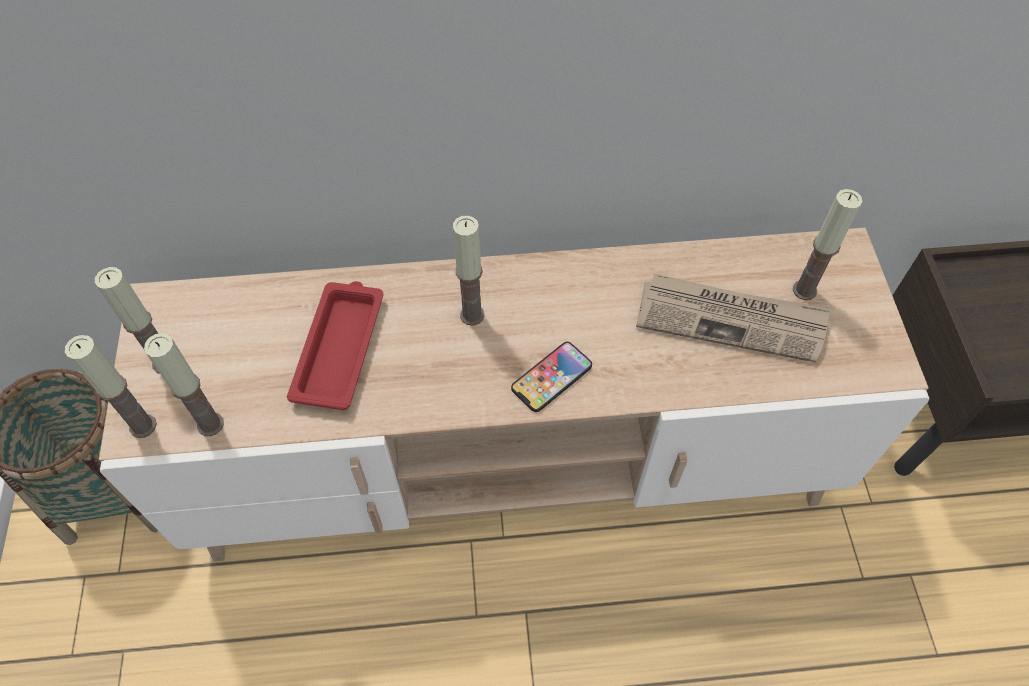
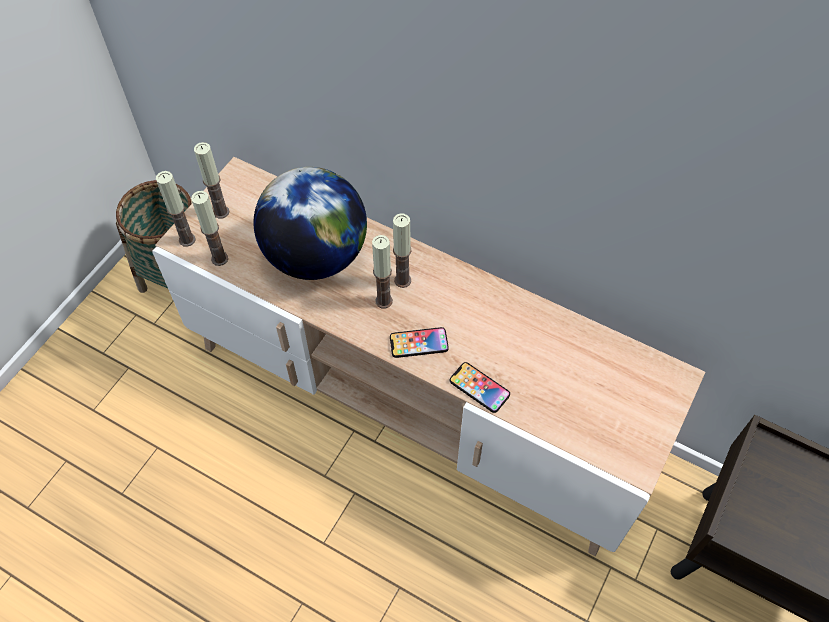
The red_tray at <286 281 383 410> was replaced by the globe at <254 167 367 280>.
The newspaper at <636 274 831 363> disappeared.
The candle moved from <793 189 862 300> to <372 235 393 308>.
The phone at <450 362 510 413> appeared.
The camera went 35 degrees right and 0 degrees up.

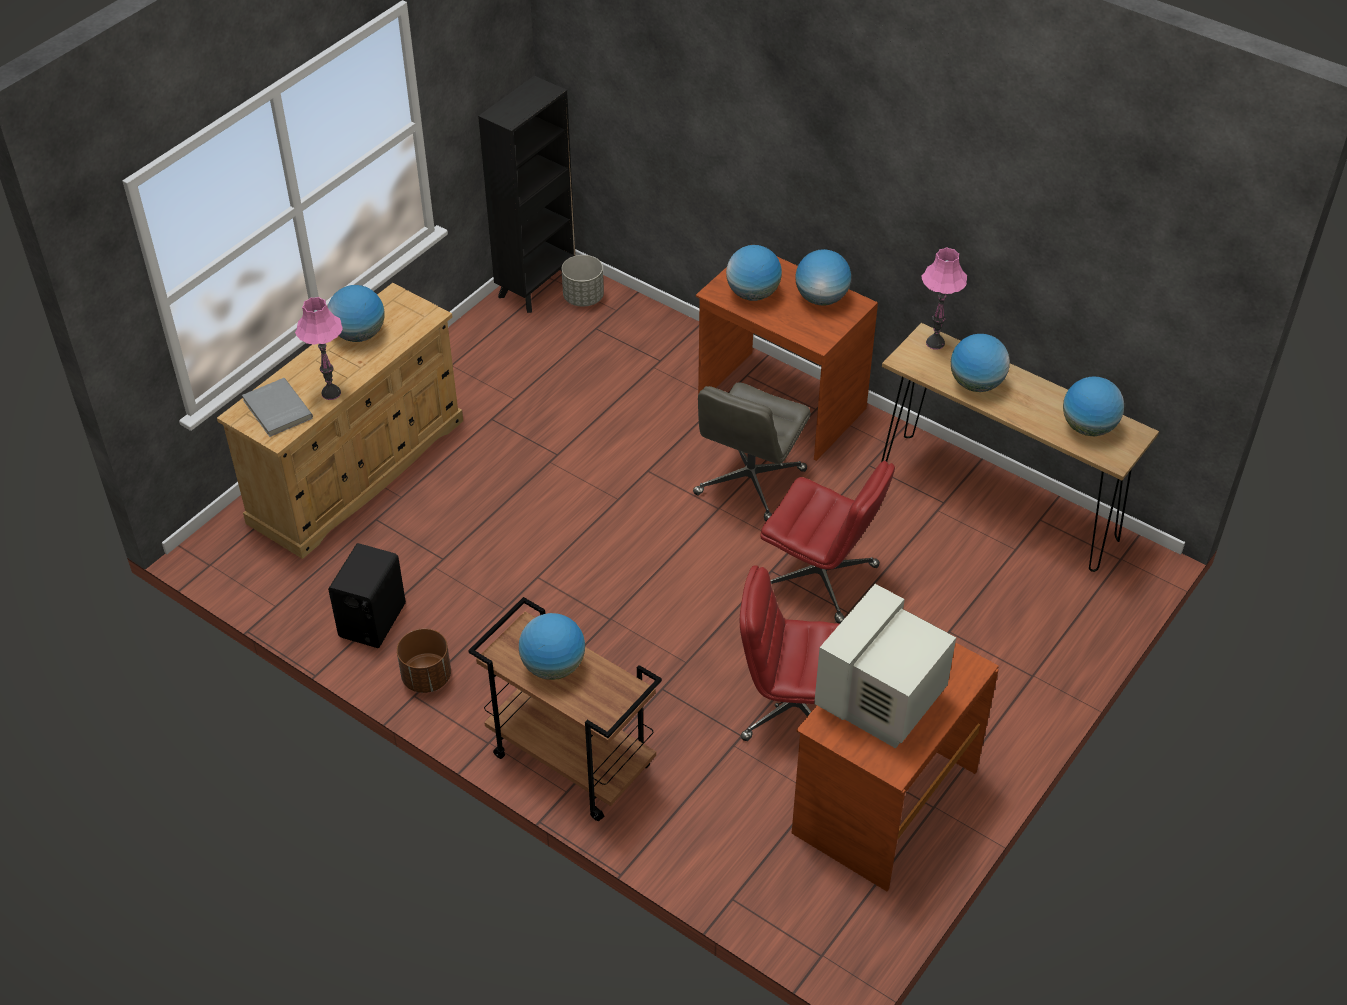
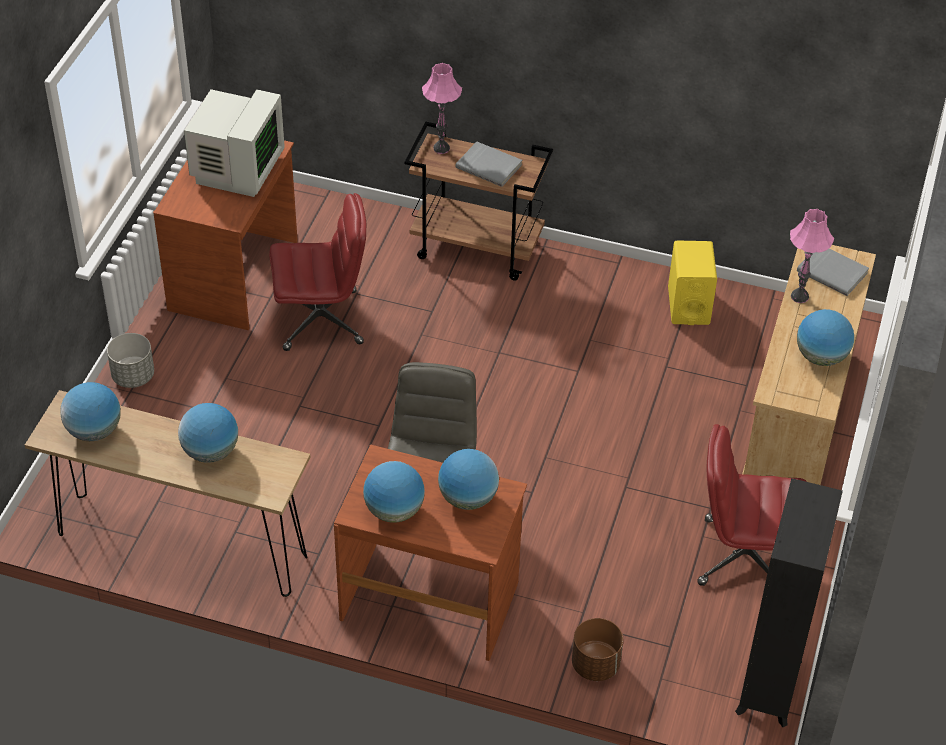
The black_speaker at <328 543 406 648> became the yellow_speaker at <668 240 717 325>.
The brown_planter moved from <397 629 451 693> to <572 618 623 681>.
The globe at <519 613 585 680> was replaced by the grey_book at <456 142 522 187>.
The grey_planter moved from <562 255 604 306> to <107 333 154 388>.
The red_office_chair moved from <760 461 895 624> to <698 424 807 586>.
The pink_table_lamp moved from <921 247 967 350> to <422 63 462 154>.
The camera went 160 degrees right and 0 degrees up.

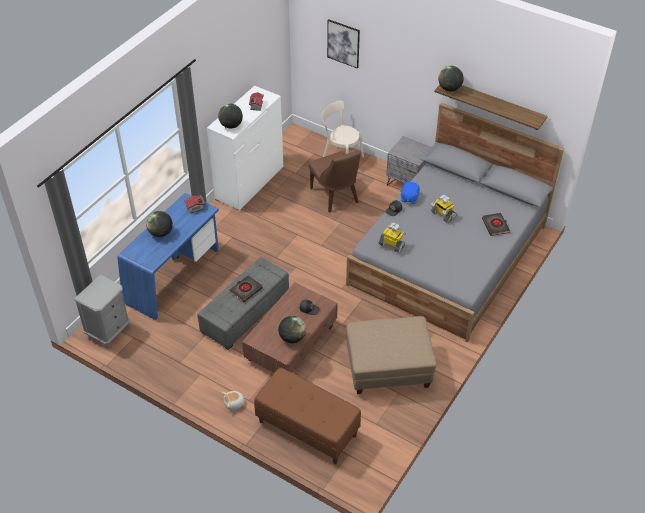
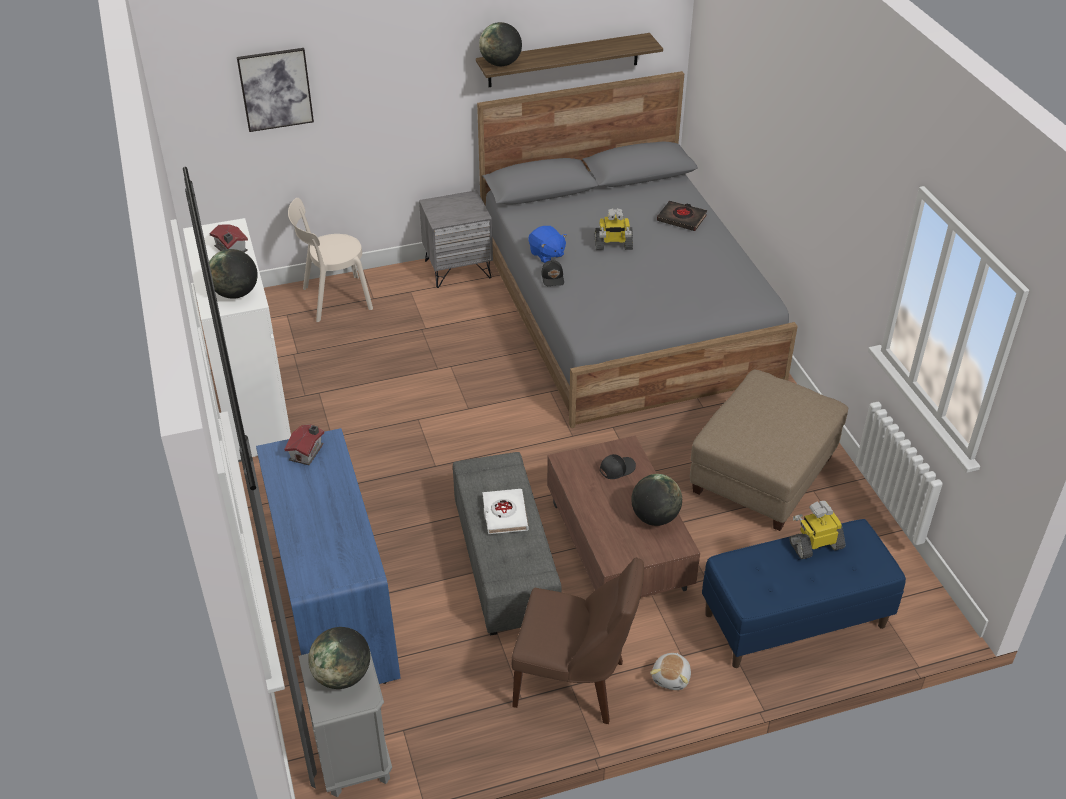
The globe moved from <146 211 173 237> to <308 627 370 689>.
The black_book at <230 275 263 303> became the white_book at <482 489 529 534>.
The brown_bench at <254 367 361 464> became the blue_bench at <702 519 906 668>.
The brown_chair moved from <309 150 361 213> to <512 557 644 724>.
The toy_robot moved from <379 223 406 253> to <789 501 846 559>.
The camera went 50 degrees left and 5 degrees down.

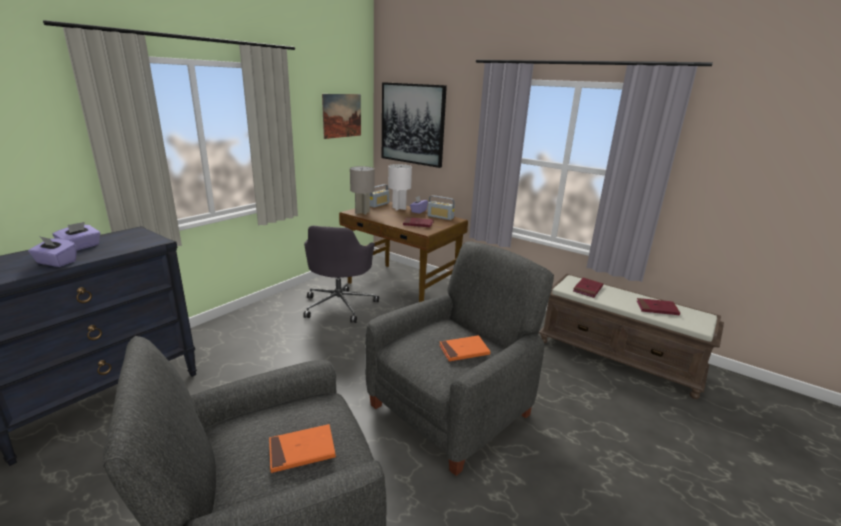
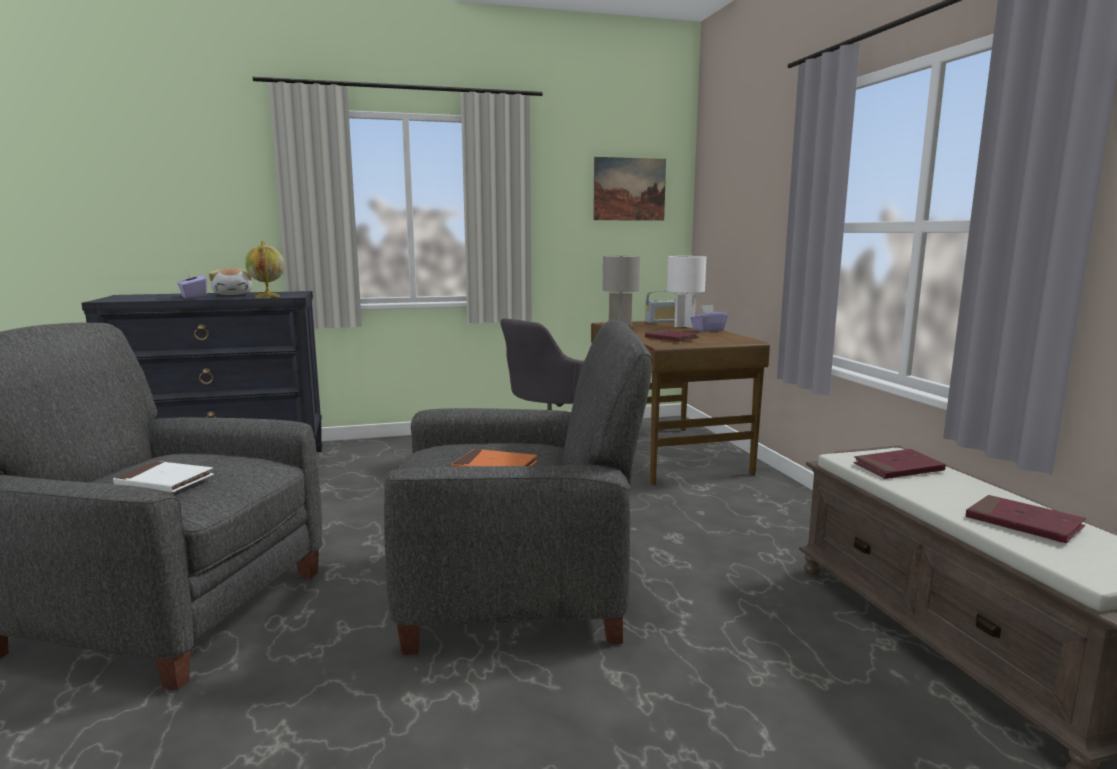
The purple_tissue_box at <53 222 101 251> was replaced by the plush_toy at <209 267 252 295>.
The orange_book at <269 424 336 473> became the white_book at <113 461 214 493>.
The picture at <382 82 447 168> disappeared.
The radio at <427 195 455 220> disappeared.
The globe at <245 240 285 298> appeared.
The camera went 40 degrees right and 10 degrees down.

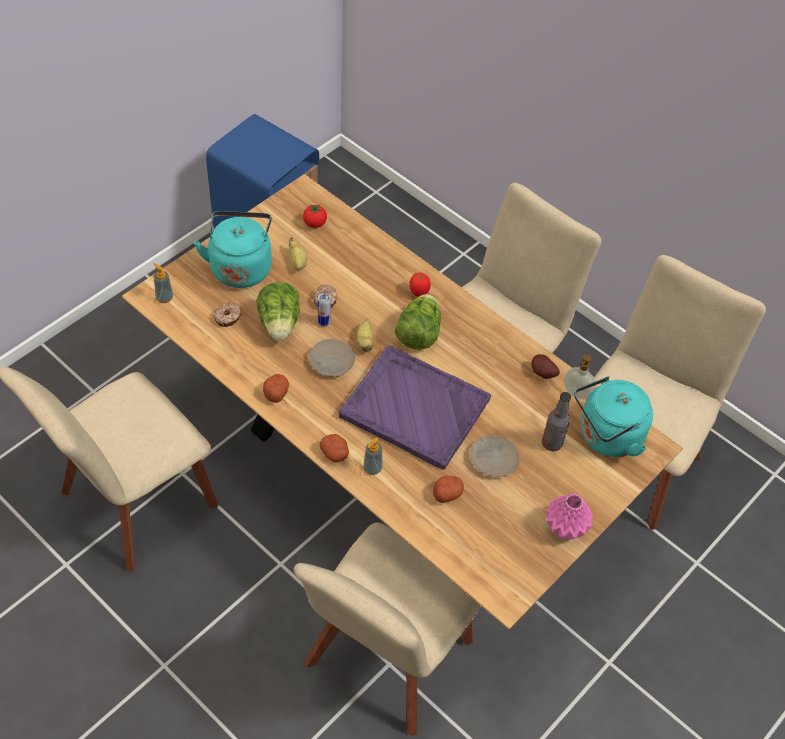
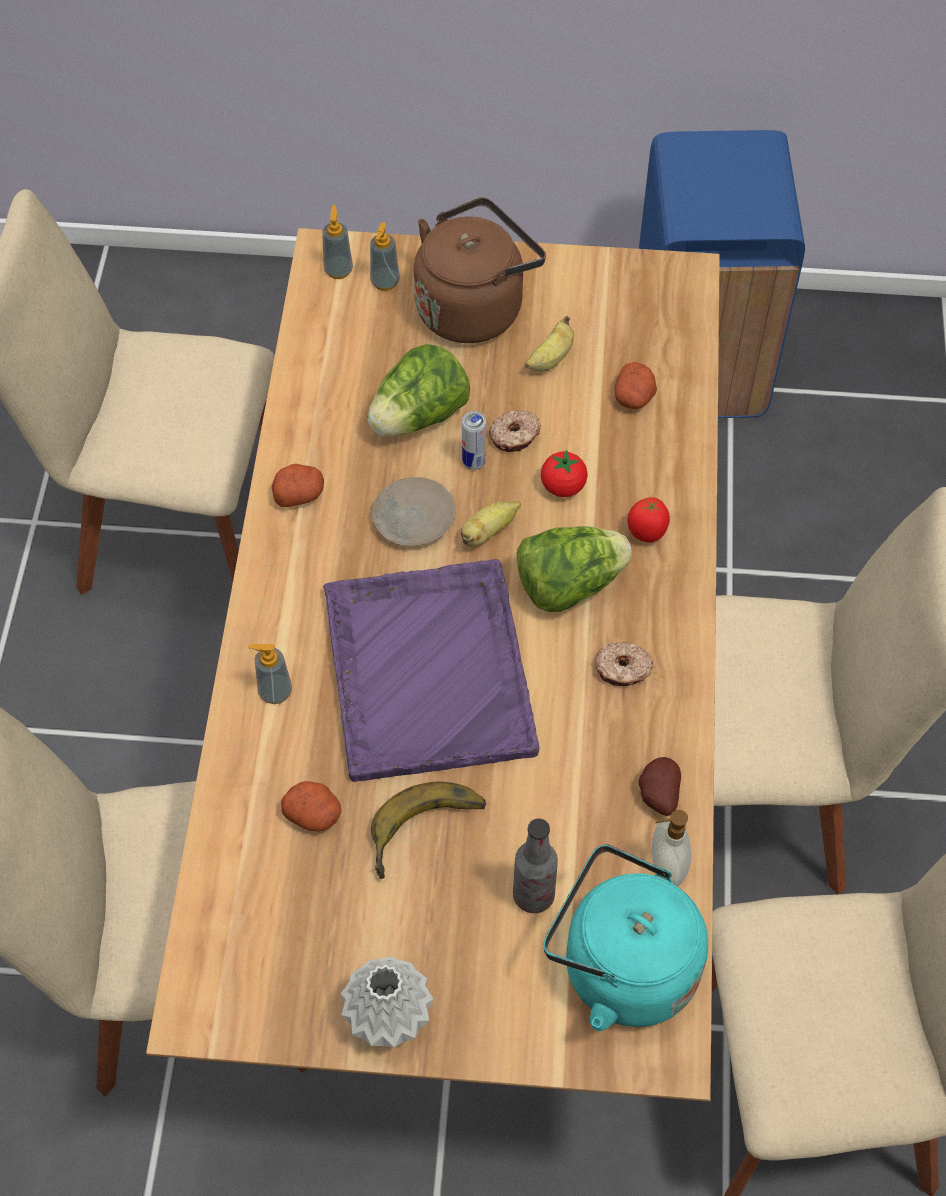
The turquoise_kettle at <194 211 272 288> became the brown_kettle at <414 197 546 343>.
The donut moved from <213 303 242 327> to <595 642 653 686>.
The tomato moved from <303 204 327 228> to <541 450 588 497>.
The potato moved from <320 434 349 462> to <615 362 657 409>.
The beige_plate at <470 436 520 477> was replaced by the banana at <371 782 486 879>.
The pink_vase at <546 494 593 540> became the grey_vase at <341 957 434 1047>.
The soap_dispenser at <370 222 400 291> appeared.
The camera went 55 degrees right and 5 degrees up.

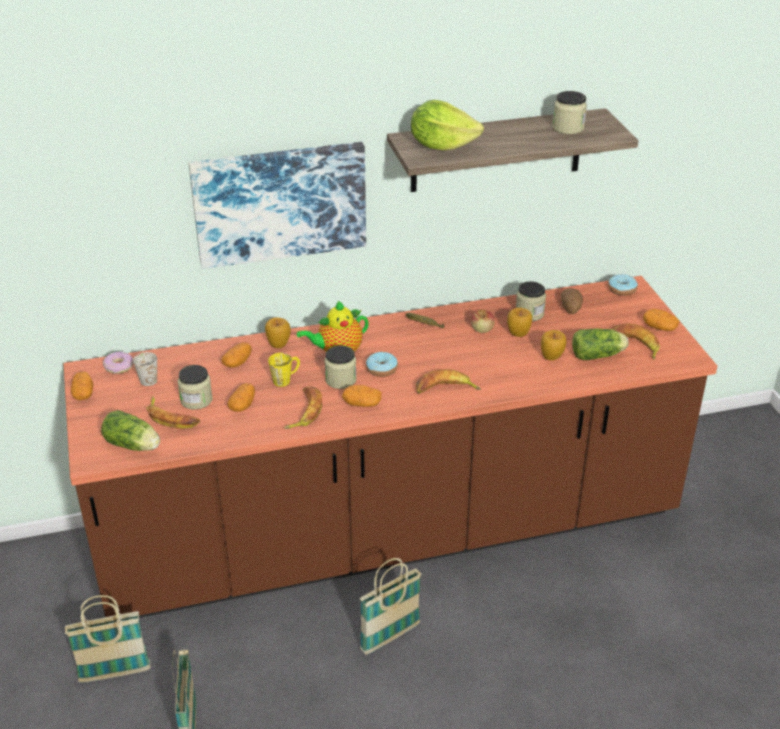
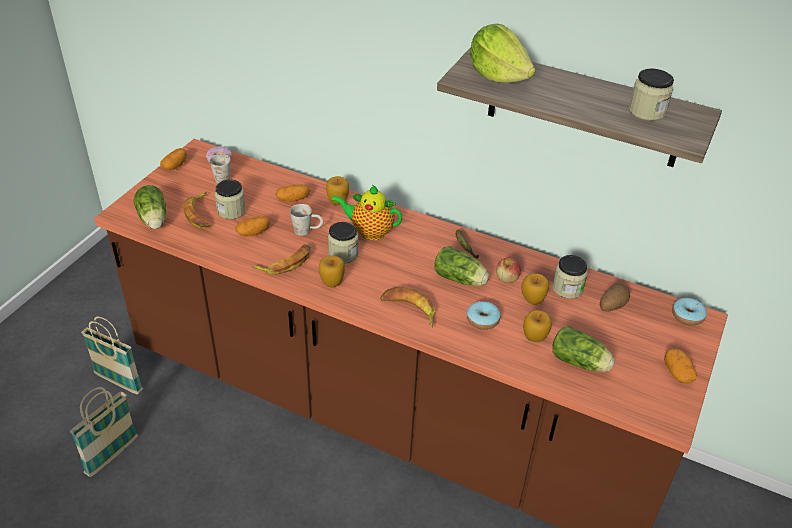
The picture at <189 142 366 269> disappeared.
The yellow_mug at <268 353 300 387> became the white_mug at <290 204 323 236>.
The potato at <342 385 381 407> was replaced by the apple at <319 256 345 287>.
The basket at <360 558 421 655> disappeared.
The donut moved from <366 352 398 377> to <467 301 501 330>.
The banana at <612 323 660 360> disappeared.
The lettuce at <434 246 489 286> appeared.
The camera went 40 degrees right and 5 degrees up.

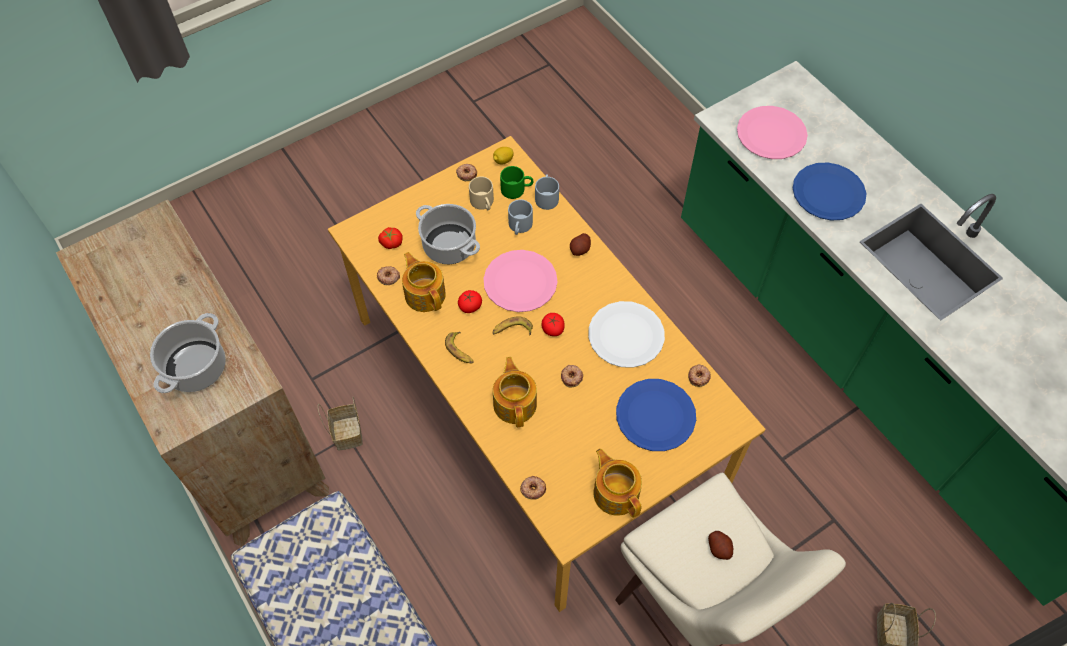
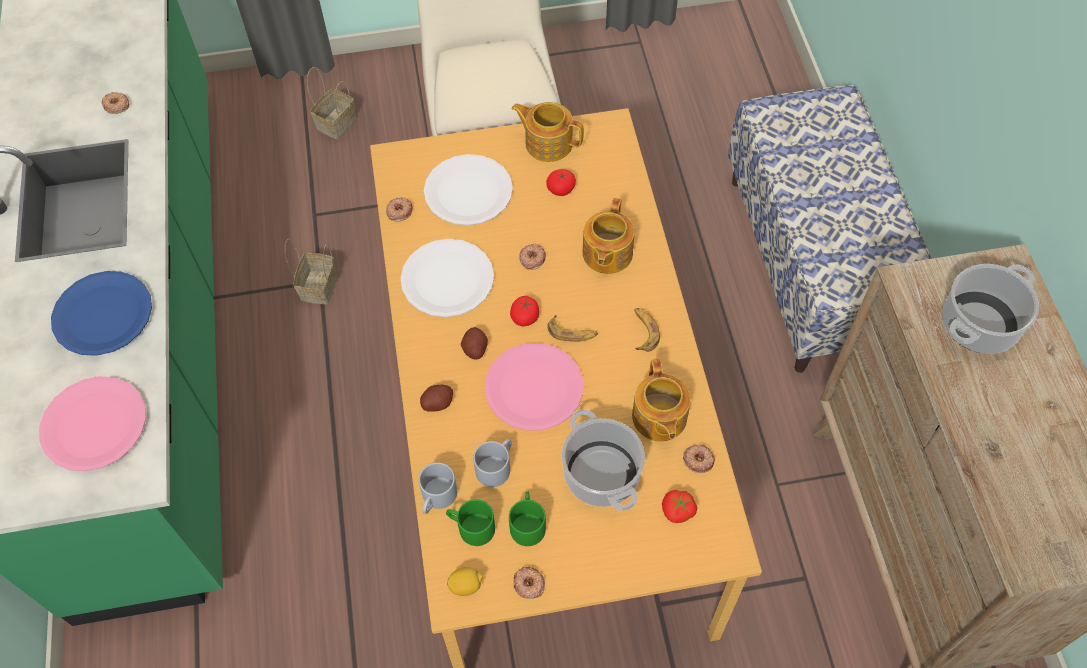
The basket moved from <318 397 363 450> to <285 238 337 304>.
The tomato moved from <458 290 482 313> to <546 169 576 196>.
The beige_mug at <469 176 494 210> became the green_mug at <509 492 546 546>.
The donut moved from <520 476 546 500> to <101 92 129 114>.
The teapot at <593 449 642 518> turned 120 degrees clockwise.
The blue_plate at <616 379 696 451> became the white_plate at <424 154 513 225>.
The potato moved from <708 531 733 560> to <461 327 488 360>.
The camera went 155 degrees left and 0 degrees up.

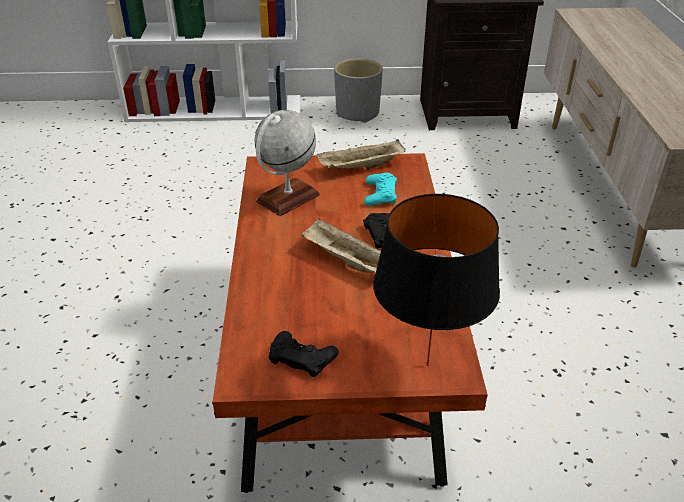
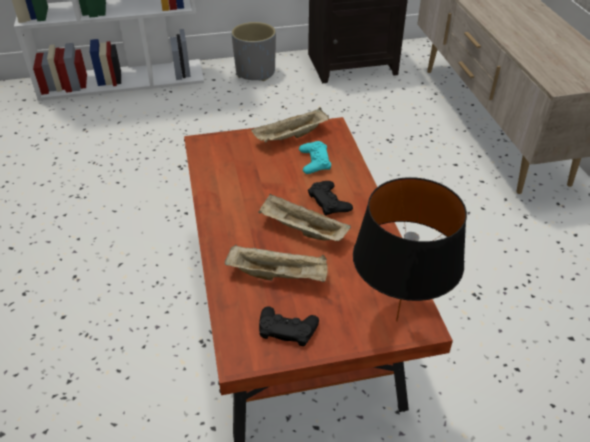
The globe at <254 110 320 216> disappeared.
The beige_tray at <225 245 327 282> appeared.
The camera went 10 degrees left and 5 degrees up.

